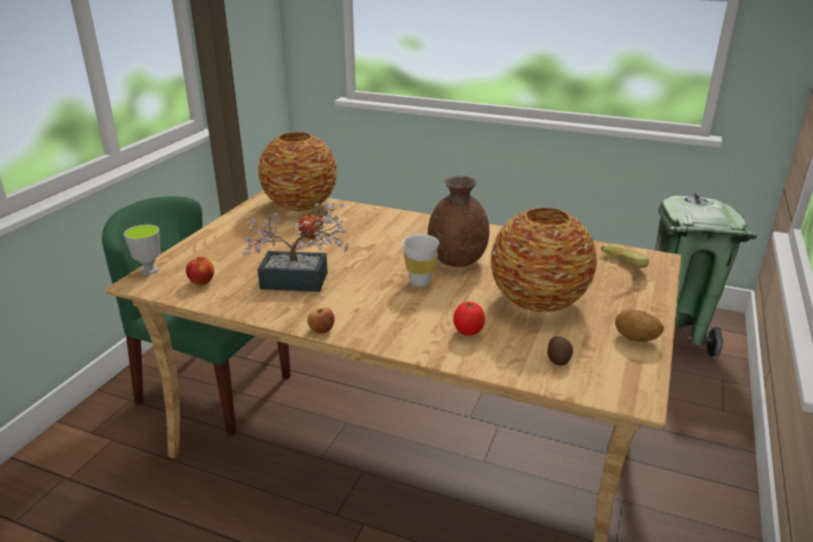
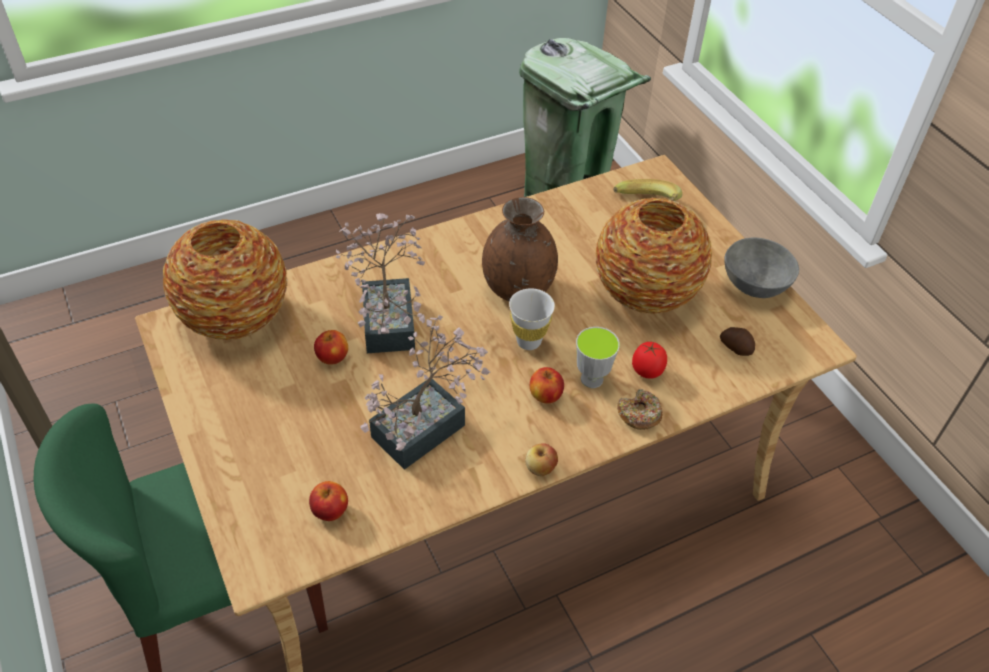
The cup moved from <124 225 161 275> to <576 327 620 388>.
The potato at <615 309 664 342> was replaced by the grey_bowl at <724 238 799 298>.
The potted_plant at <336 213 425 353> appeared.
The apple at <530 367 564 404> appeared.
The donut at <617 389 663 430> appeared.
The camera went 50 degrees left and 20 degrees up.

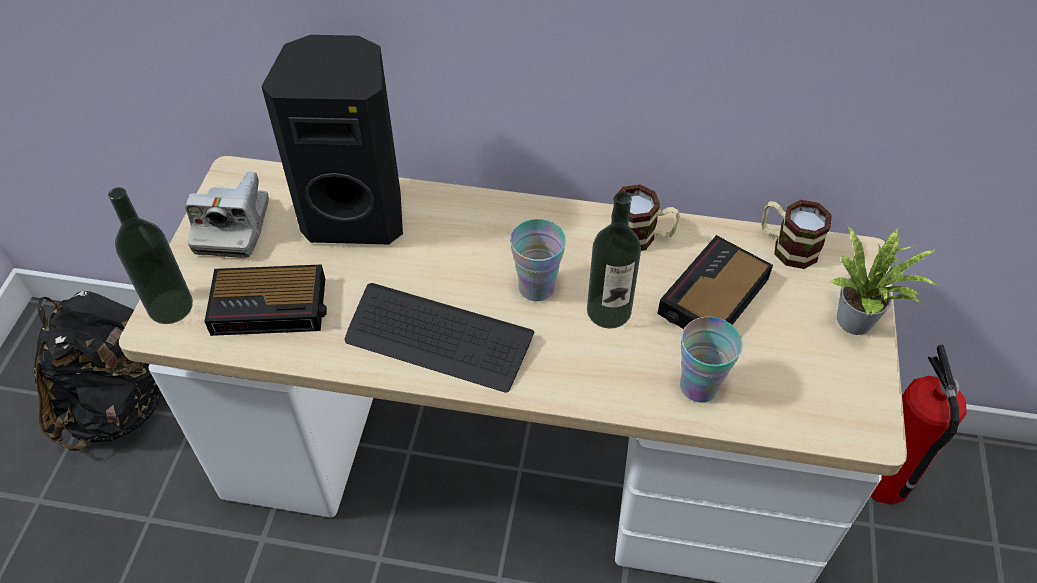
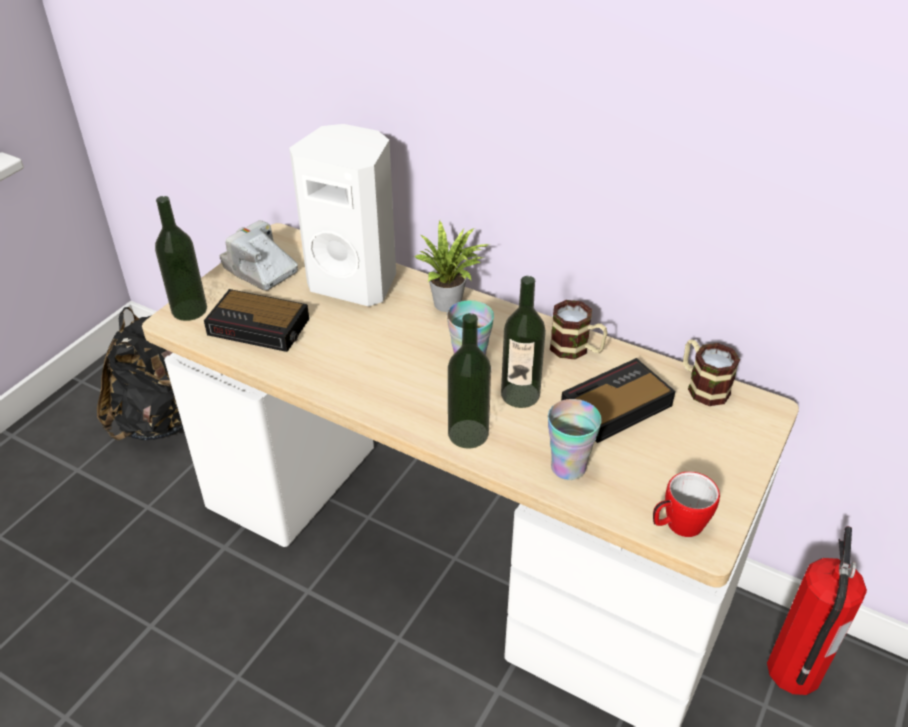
The photo_camera at <185 172 269 258> turned 105 degrees clockwise.
The black_speaker at <261 35 403 244> became the white_speaker at <289 124 396 306>.
The keyboard at <345 283 534 393> disappeared.
The potted_plant moved from <830 227 937 335> to <414 221 490 312>.
The bottle at <448 313 491 448> appeared.
The mug at <653 471 720 537> appeared.
The camera went 20 degrees right and 10 degrees down.

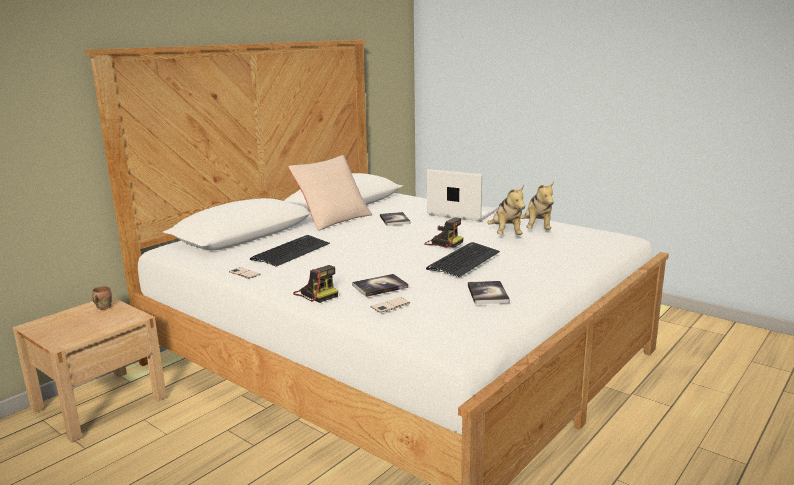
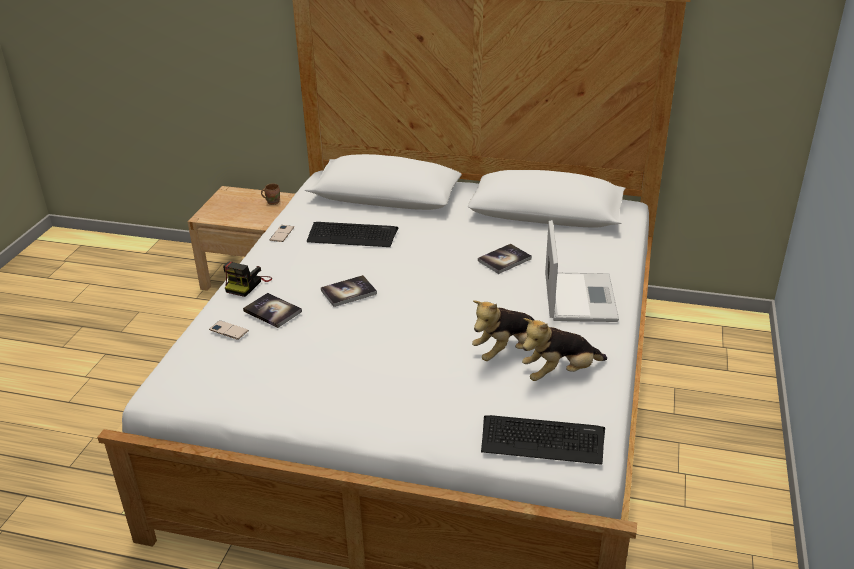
The beige_pillow at <288 155 372 230> disappeared.
The photo_camera at <424 218 464 248> disappeared.
The keyboard moved from <426 242 500 277> to <481 415 605 465>.
The book moved from <468 281 510 304> to <321 275 377 307>.
The camera went 65 degrees right and 15 degrees up.

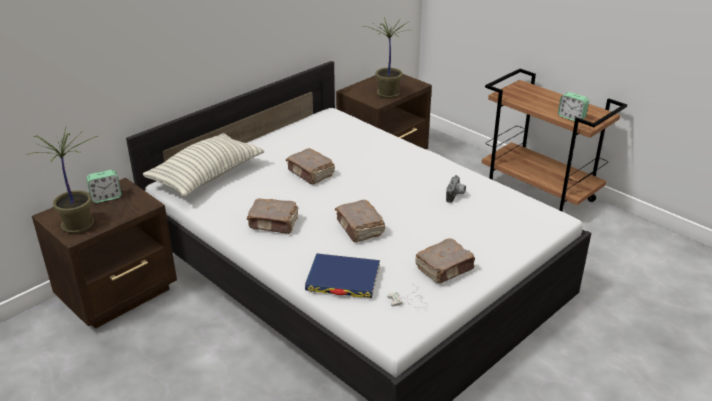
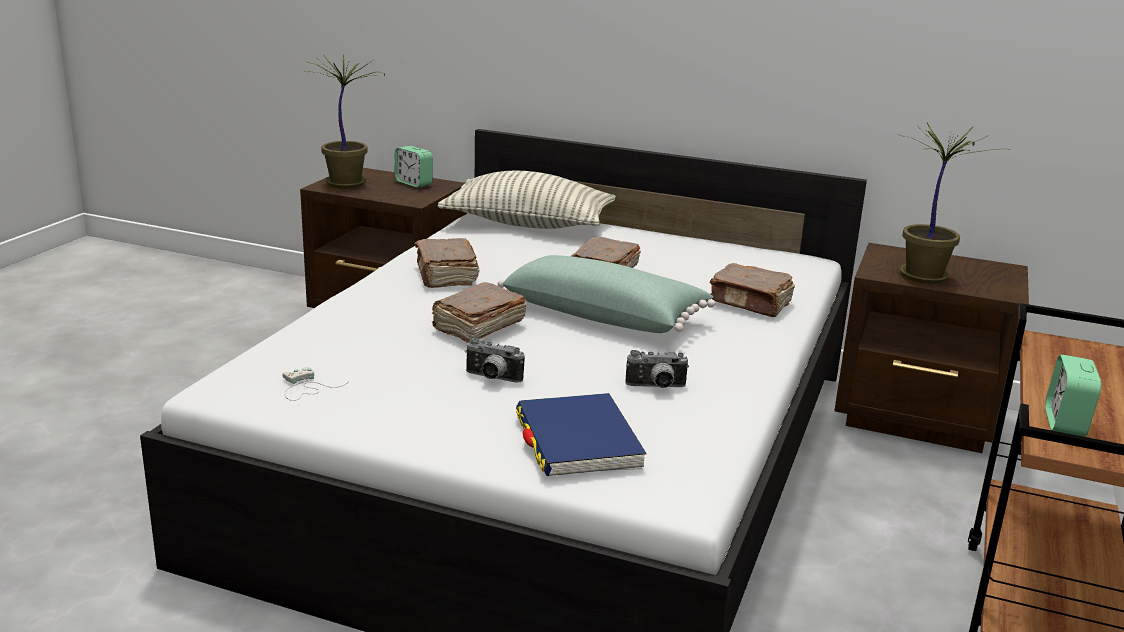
The blue_book moved from <305 253 380 298> to <516 393 646 476>.
The brown_book moved from <415 238 475 283> to <710 263 795 317>.
The photo_camera at <465 338 525 382> appeared.
The green_pillow at <498 255 715 333> appeared.
The camera went 65 degrees right and 10 degrees down.

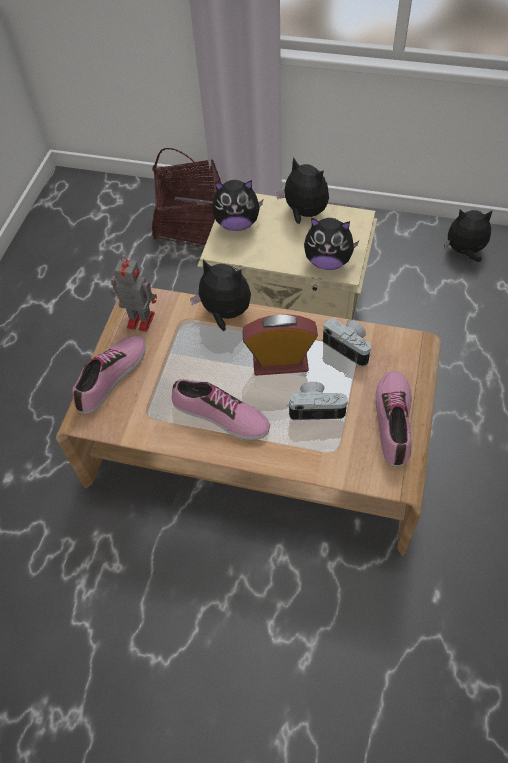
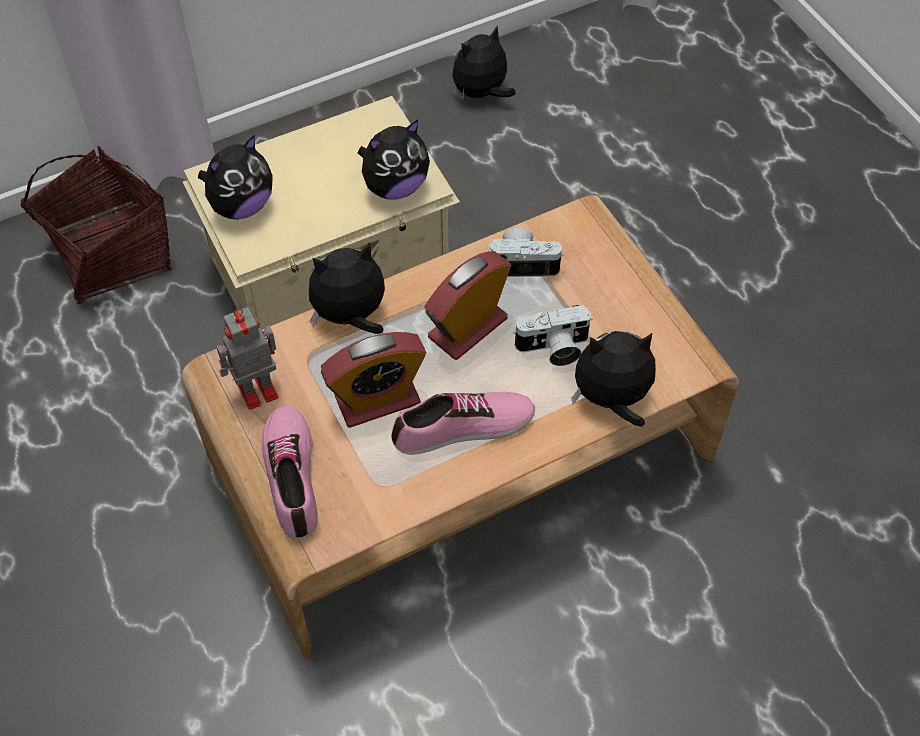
The plush_toy moved from <276 157 329 224> to <571 331 656 427>.
The photo_camera at <287 382 348 420> turned 150 degrees counterclockwise.
The shoe at <375 371 412 467> disappeared.
The alarm_clock at <321 332 426 428> appeared.
The camera went 45 degrees left and 0 degrees up.

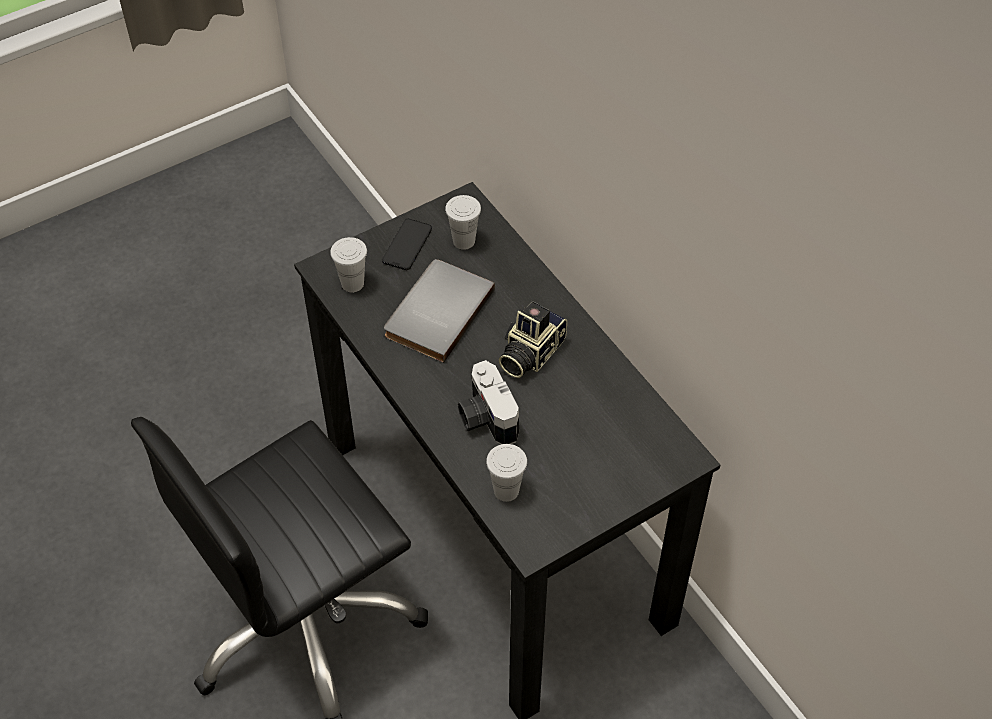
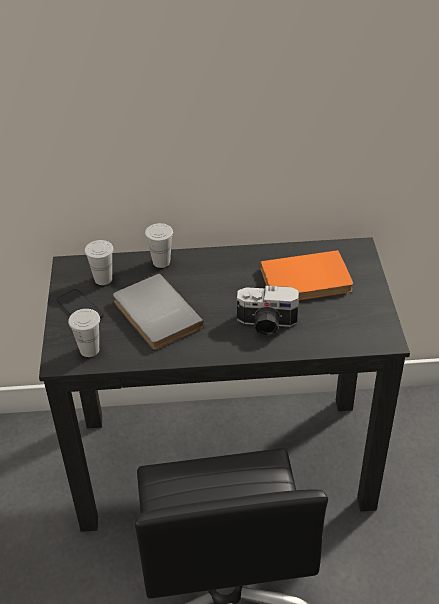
The white_cup moved from <486 444 527 502> to <145 223 173 268>.
The photo_camera at <499 301 567 378> disappeared.
The orange_book at <260 250 353 300> appeared.
The camera went 60 degrees left and 10 degrees down.

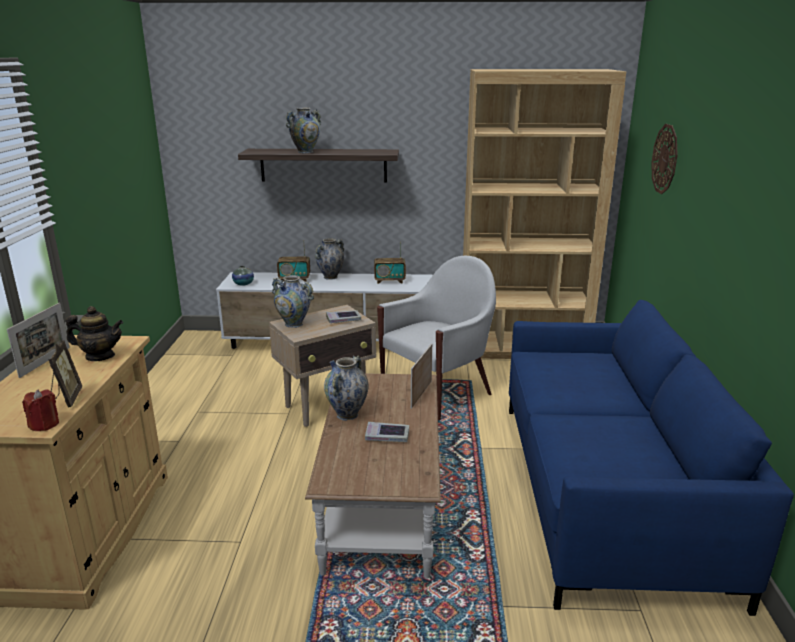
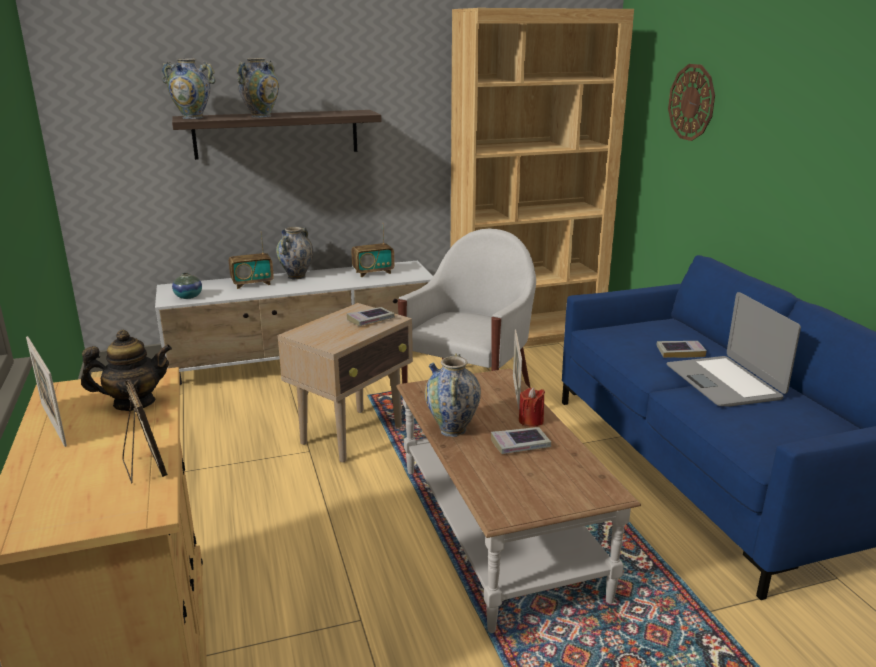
The picture_frame at <7 303 70 378> turned 150 degrees clockwise.
The red_candle moved from <22 389 59 431> to <519 387 545 427>.
The vase moved from <272 275 314 328> to <161 58 216 119>.
The book at <656 341 707 358> appeared.
The laptop at <667 292 801 407> appeared.
The camera went 20 degrees left and 0 degrees up.

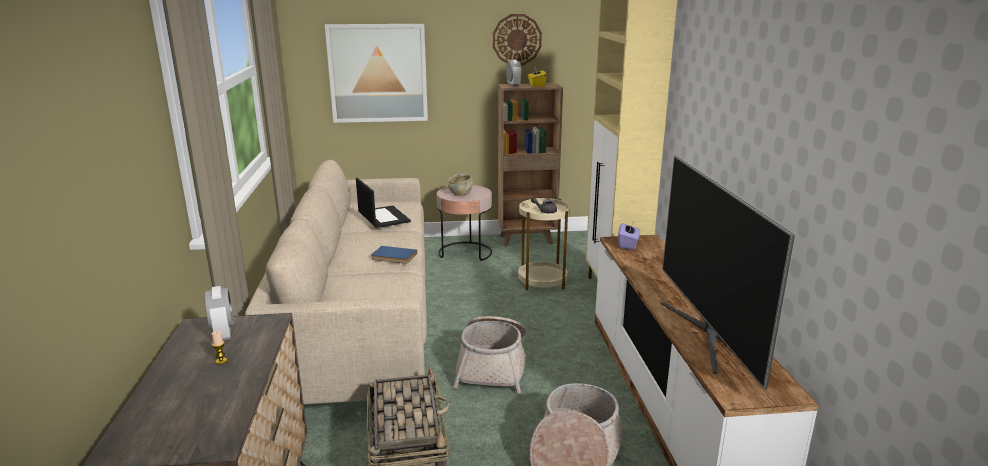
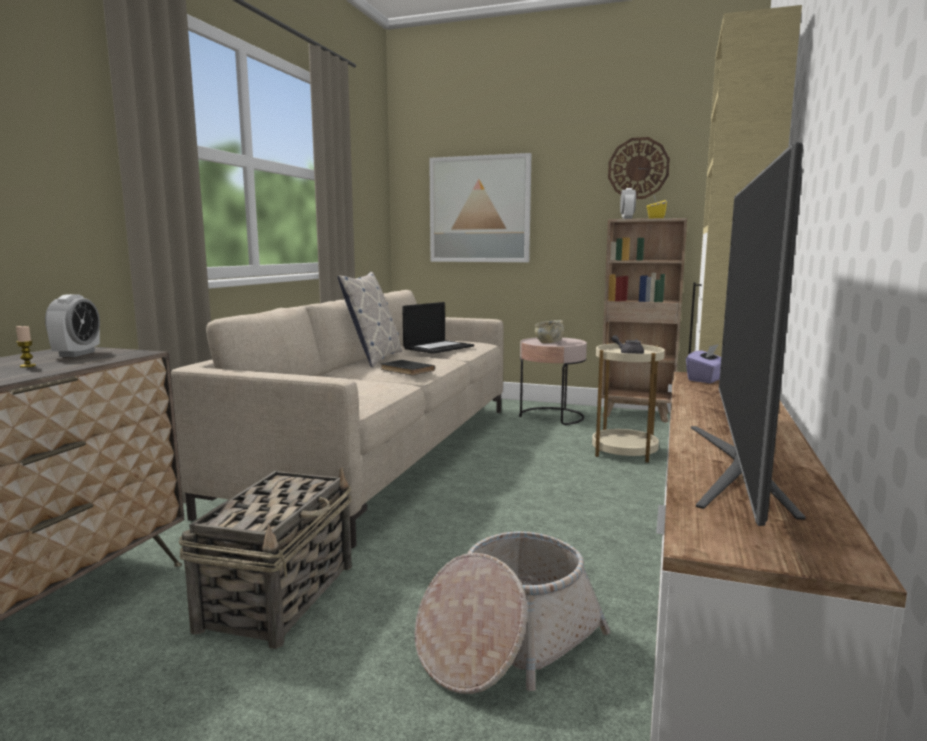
The laptop at <356 178 411 228> turned 45 degrees clockwise.
The blue_book at <371 246 417 264> became the black_book at <381 360 435 375>.
The basket at <453 316 527 394> disappeared.
The pillow at <338 272 402 368> appeared.
The camera went 25 degrees right and 10 degrees down.

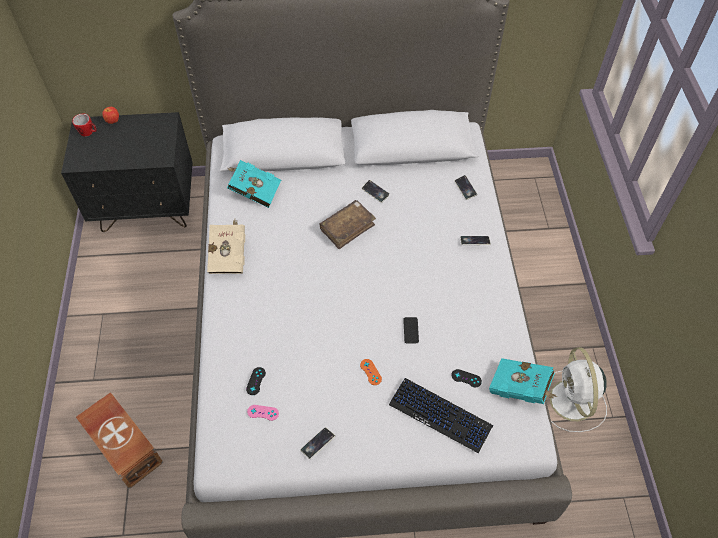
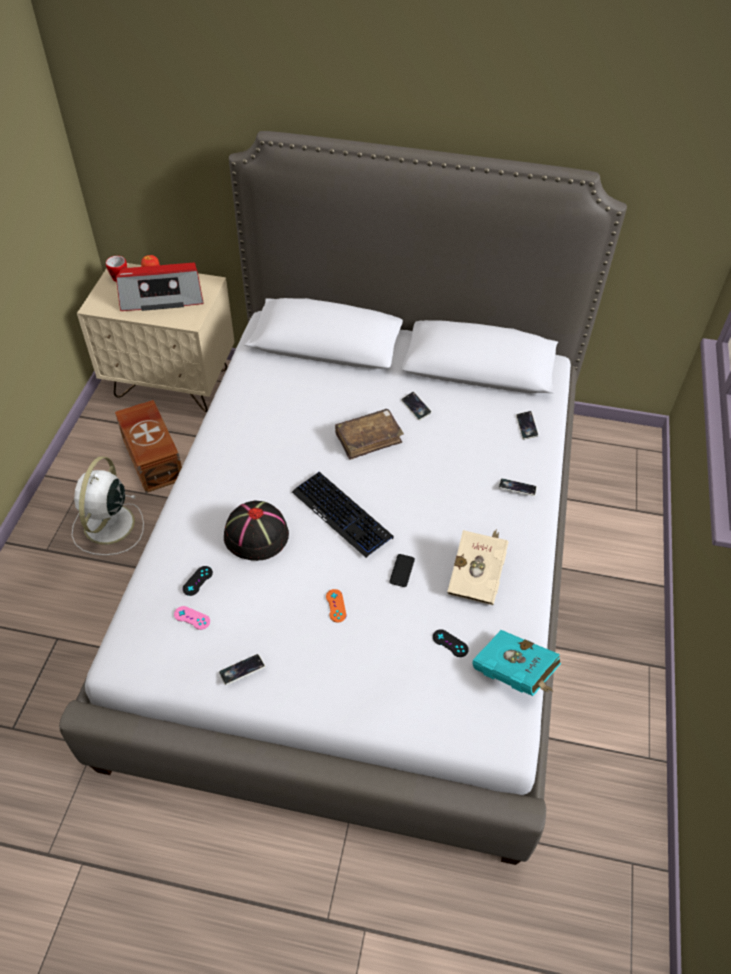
The black_nightstand at <61 112 193 232> became the beige_nightstand at <77 263 235 412>.
The brown_storage_box moved from <76 392 163 489> to <115 400 182 493>.
The beige_book moved from <207 220 245 274> to <447 529 508 605>.
The turquoise_book at <227 160 281 208> disappeared.
The keyboard moved from <389 378 493 453> to <292 472 394 558>.
The white_fan moved from <550 347 607 432> to <71 456 144 555>.
The radio at <116 263 204 311> appeared.
The black_hat at <224 501 289 561> appeared.
The camera went 15 degrees right and 5 degrees down.

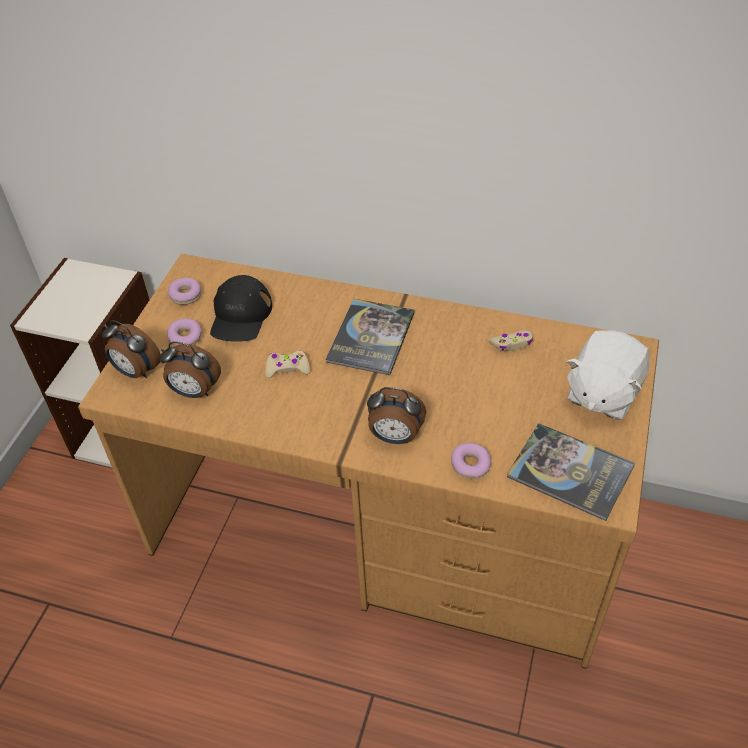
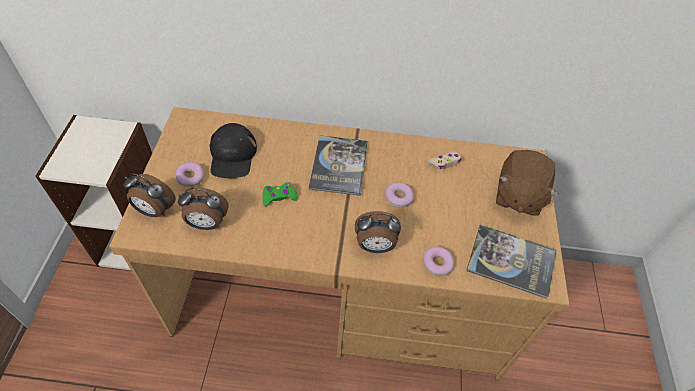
The donut moved from <168 278 201 305> to <386 183 414 208>.
The beige_game_controller at <265 351 310 378> became the green_game_controller at <262 182 298 206>.
The white_plush_toy at <566 330 650 420> became the brown_plush_toy at <496 150 559 216>.
The camera went 15 degrees left and 5 degrees up.

